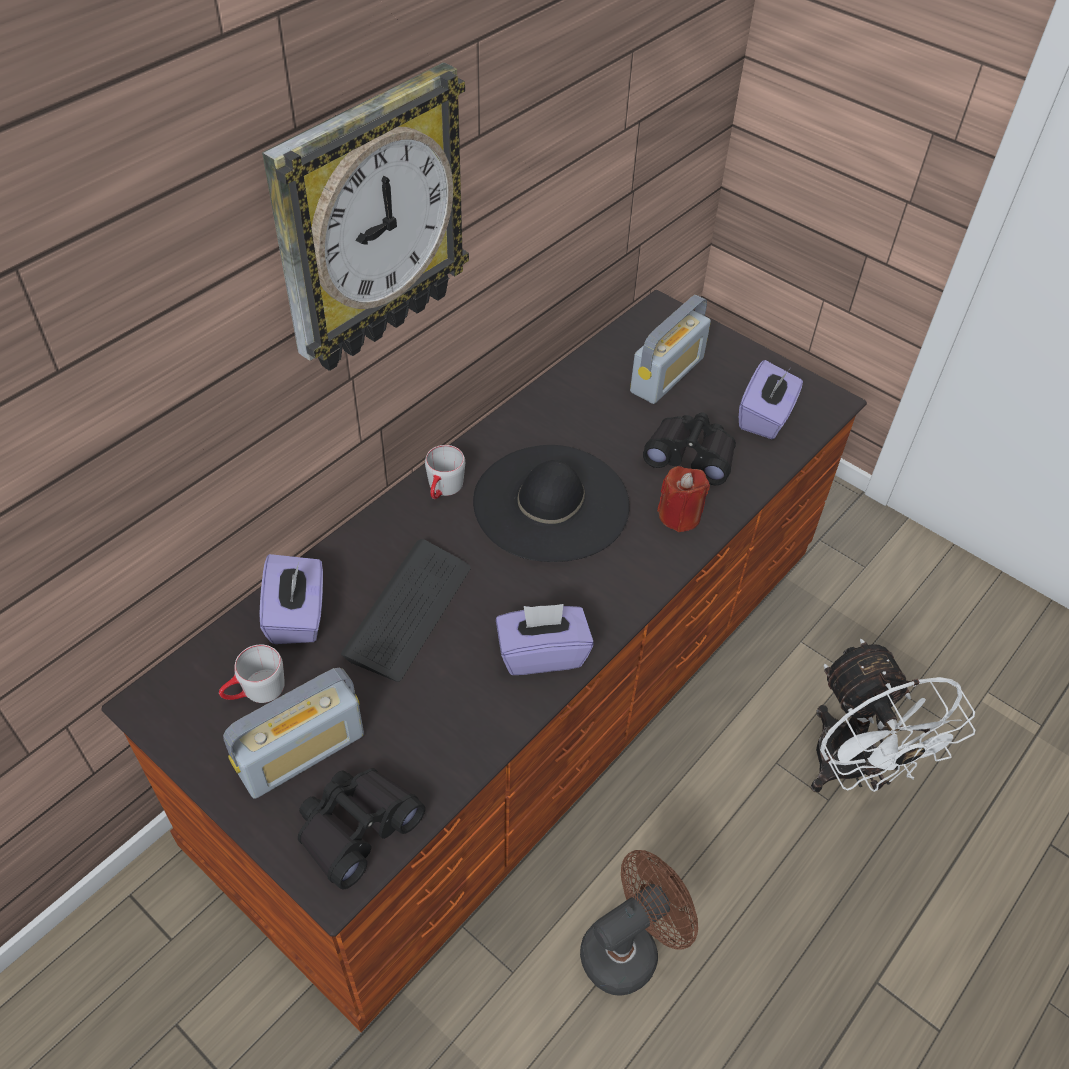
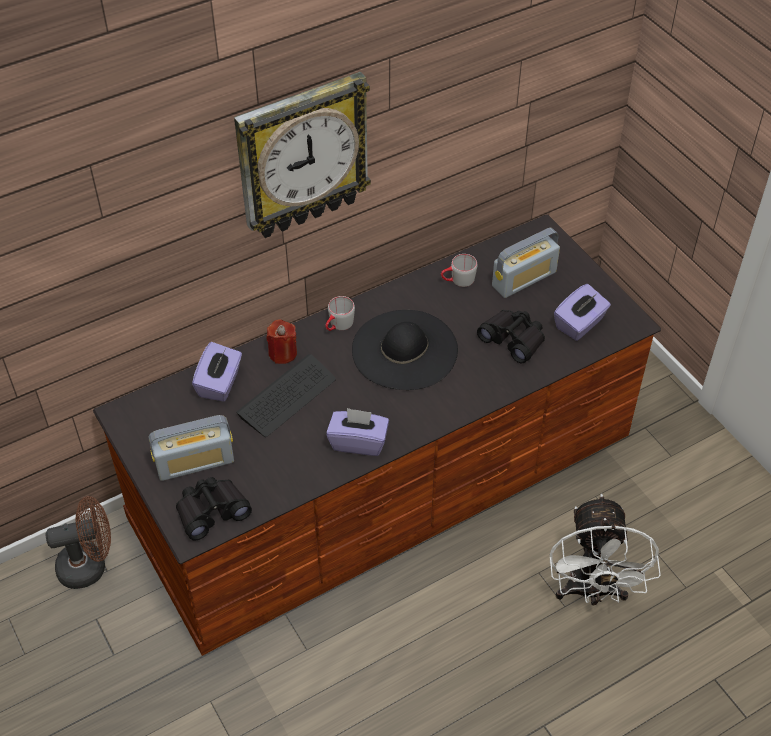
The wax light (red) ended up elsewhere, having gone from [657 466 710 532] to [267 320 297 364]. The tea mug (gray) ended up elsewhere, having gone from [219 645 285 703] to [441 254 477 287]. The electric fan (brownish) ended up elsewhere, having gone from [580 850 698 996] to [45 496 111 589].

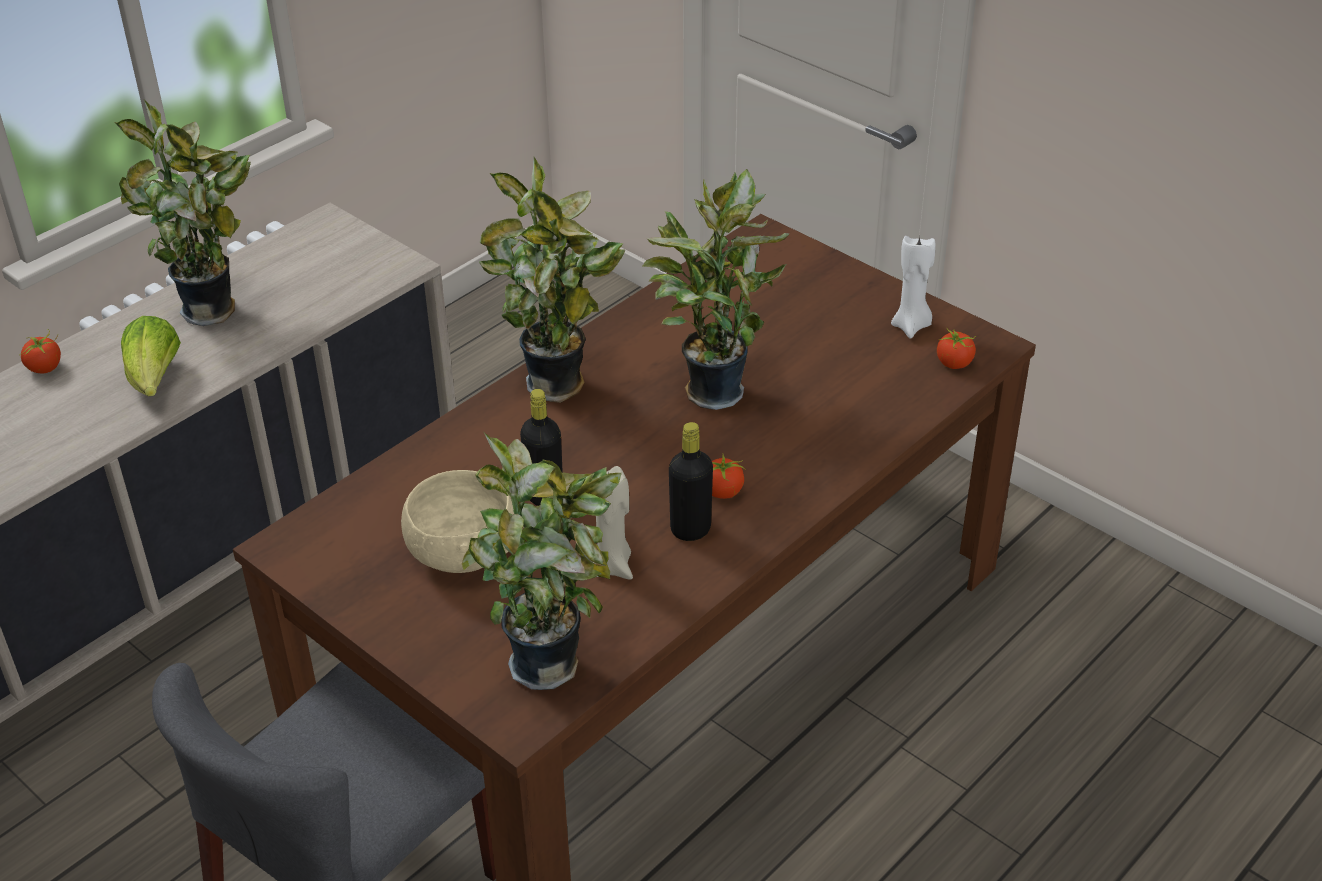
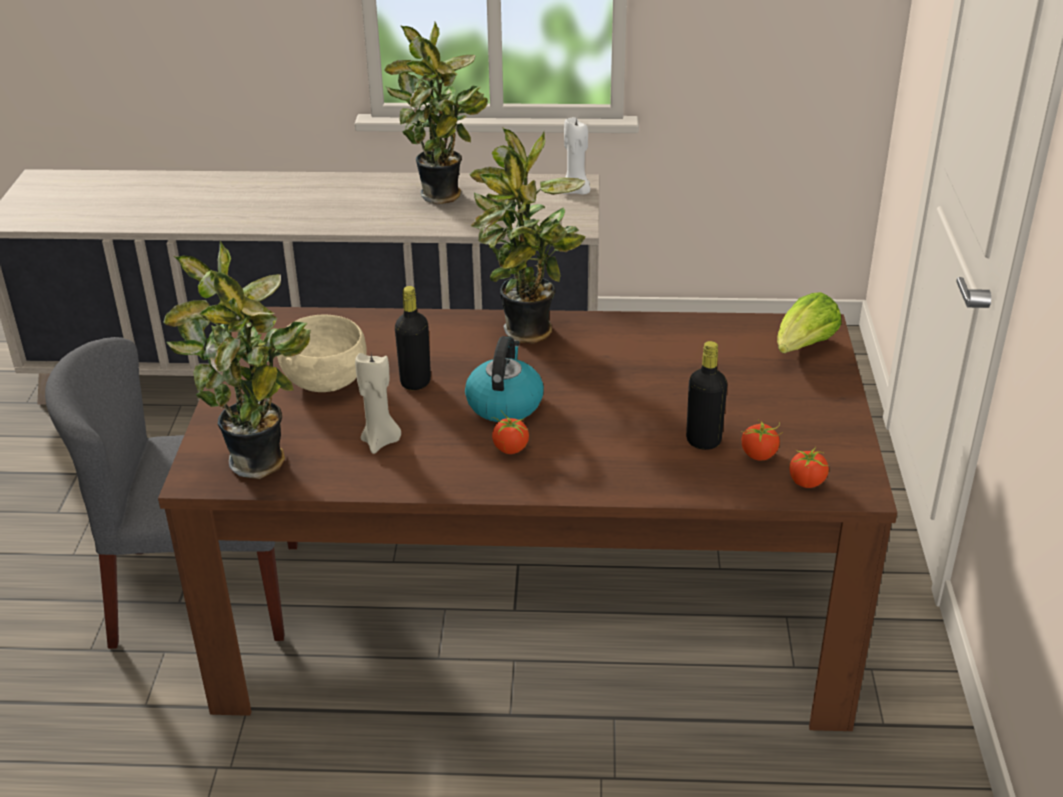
The second view lost the houseplant at [643 169 790 410]. The wax light (white) ended up elsewhere, having gone from [891 236 936 338] to [561 117 590 195]. The lettuce ended up elsewhere, having gone from [121 316 181 396] to [777 292 841 354]. The tomato ended up elsewhere, having gone from [19 329 61 374] to [741 421 783 461]. The drink bottle (blackish) ended up elsewhere, having gone from [669 422 713 541] to [686 341 727 450]. The second view gained the kettle at [465 336 544 422].

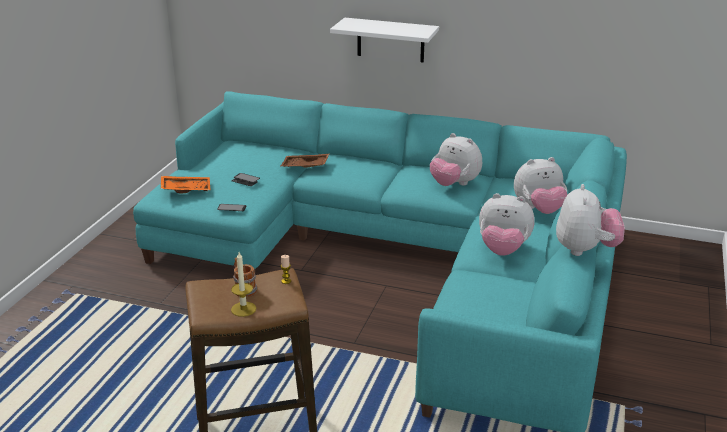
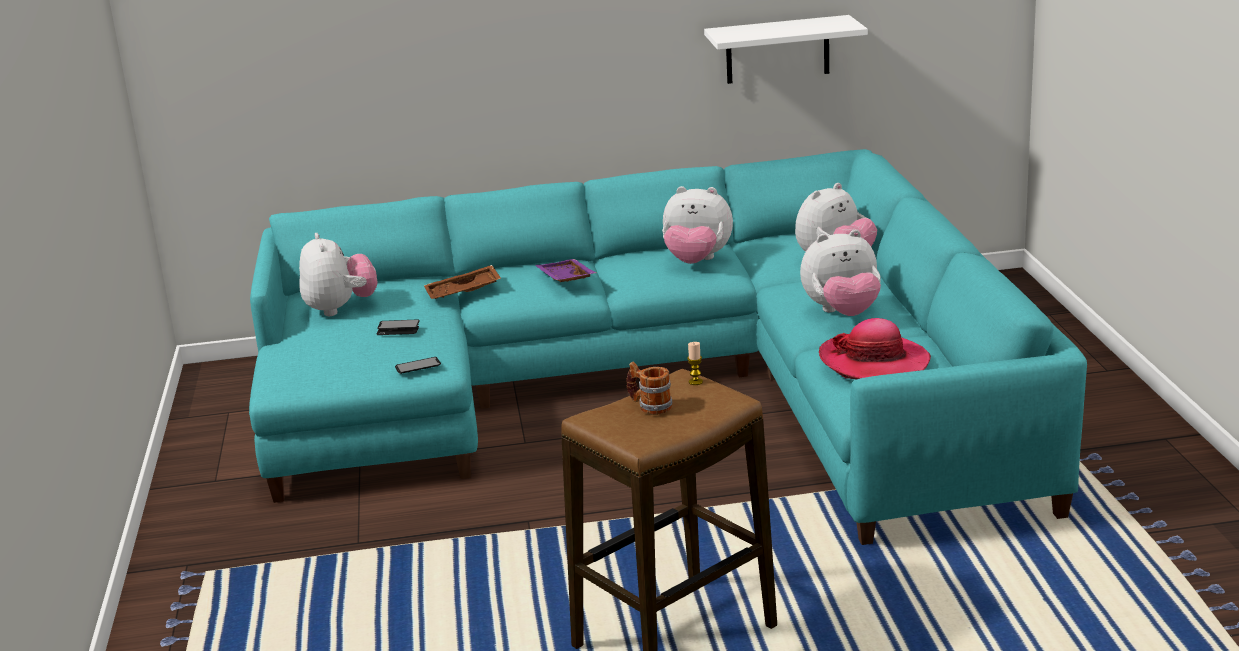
The shelf (white) ended up elsewhere, having gone from [330 18 439 63] to [704 15 868 84]. The second view lost the carrying tray (orange) at [161 176 211 193]. The soft toy ended up elsewhere, having gone from [556 184 625 256] to [299 233 378 316]. The second view lost the wax light at [231 252 256 317]. The second view gained the carrying tray (purplish) at [535 259 596 282]. The second view gained the wearable hat at [819 318 931 380].

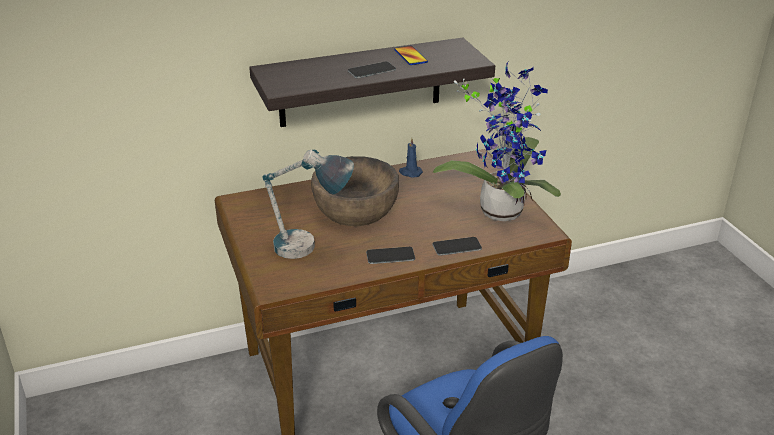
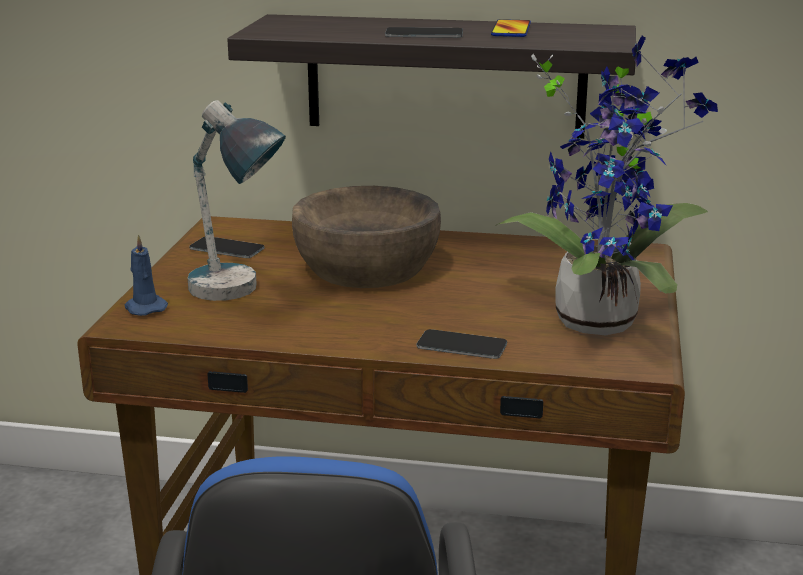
The wax light (blue) ended up elsewhere, having gone from [399 138 423 178] to [125 234 168 316]. The handset ended up elsewhere, having gone from [366 247 415 264] to [190 237 264 258].

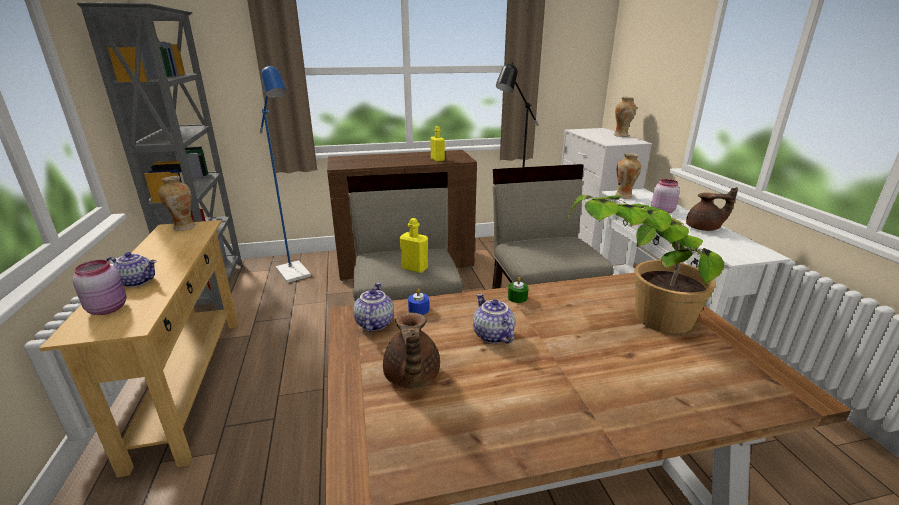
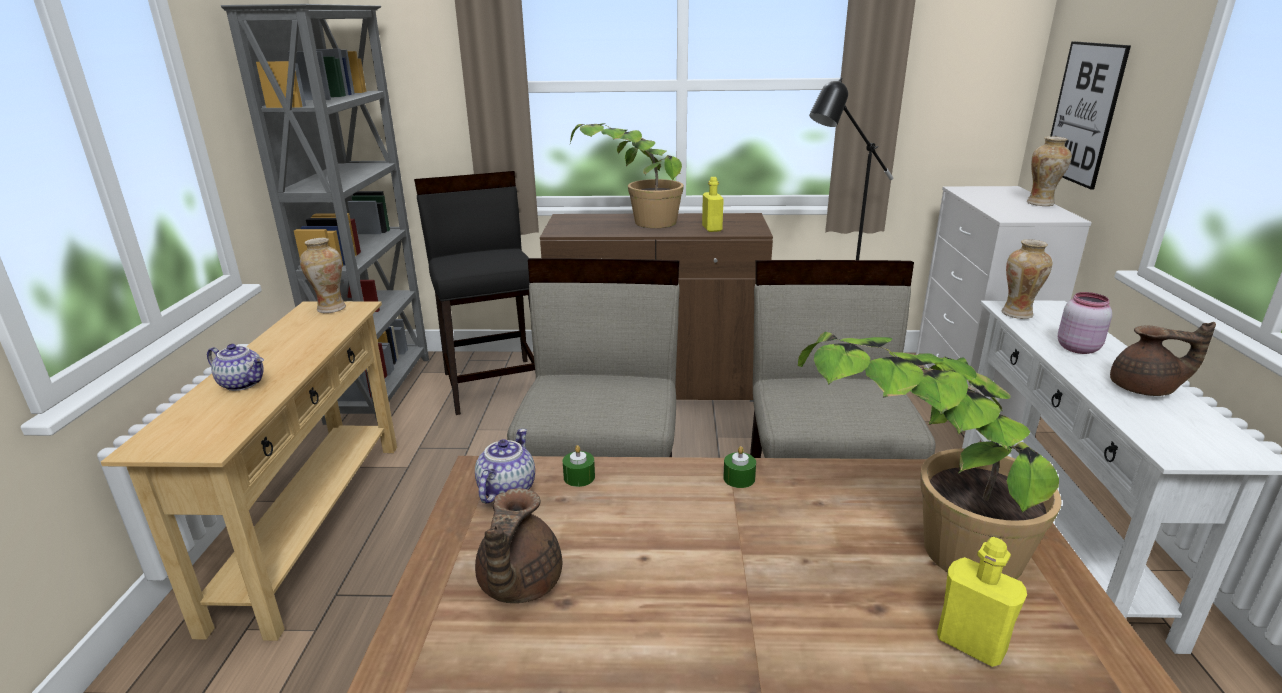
Where the floor lamp (blue) stood at [260 64 311 283], the stool seat (blackish) came to stand at [414 171 535 415]. The drink bottle (yellow) ended up elsewhere, having gone from [400 218 428 273] to [937 537 1027 667]. The second view lost the preserve jar (pink-coloured) at [73 260 127 315]. What was the wax light (blue) at [408 288 429 315] turned into the wax light (green) at [563 445 595 487]. The second view lost the tea pot at [473 294 515 344]. The second view gained the picture at [1050 41 1131 190]. The second view gained the houseplant at [570 123 684 228].

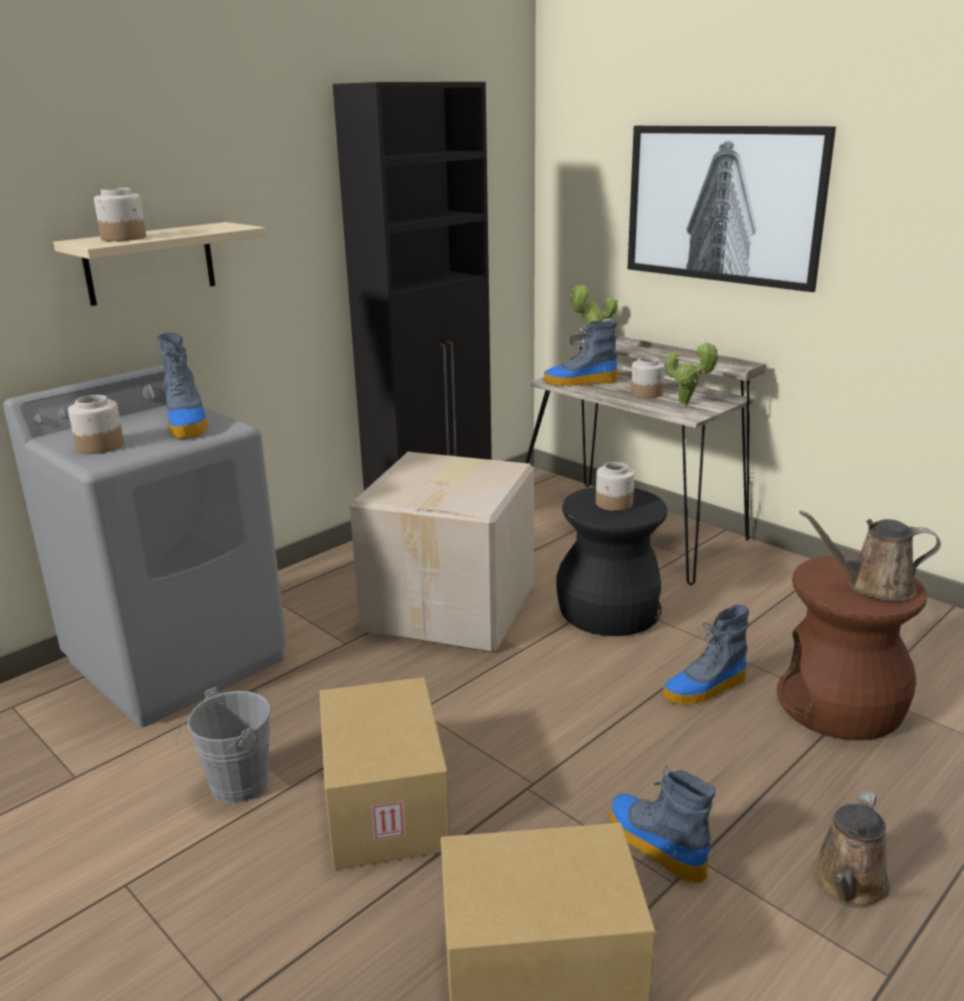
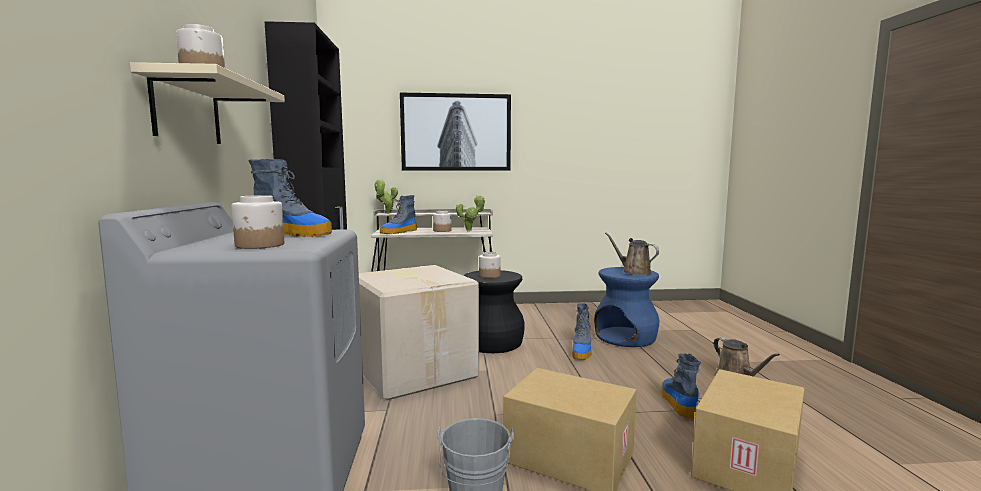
The watering can (brownish) at [799 510 941 601] ended up facing another way, 90 degrees clockwise from before. What was the stool seat (brownish) at [776 556 927 740] turned into the stool seat (blue) at [594 267 659 347]. The high-top boot at [610 765 716 883] ended up facing another way, 90 degrees clockwise from before.

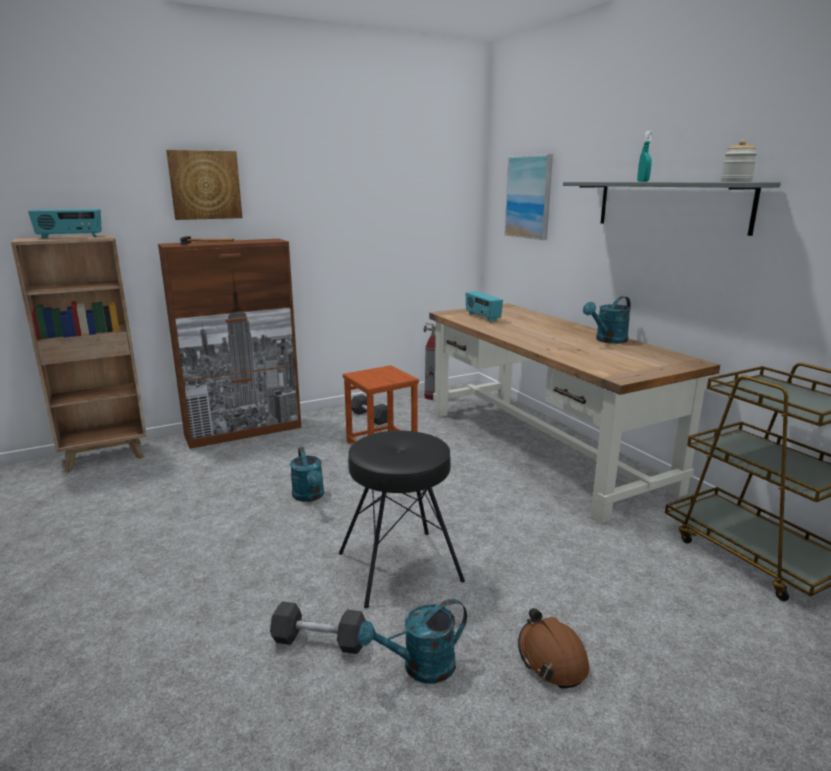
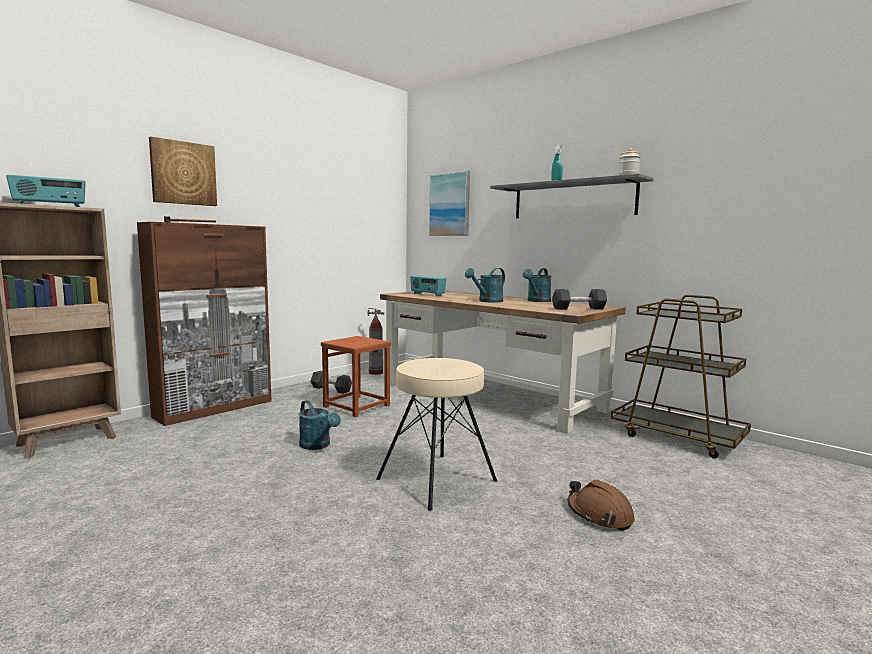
What was the stool seat (blackish) at [339 430 465 608] turned into the stool seat (sand-coloured) at [376 358 497 511]. The watering can (turquoise) ended up elsewhere, having gone from [358 599 467 683] to [465 268 505 303]. The hand weight (gray) ended up elsewhere, having gone from [270 601 366 654] to [552 289 607 310].

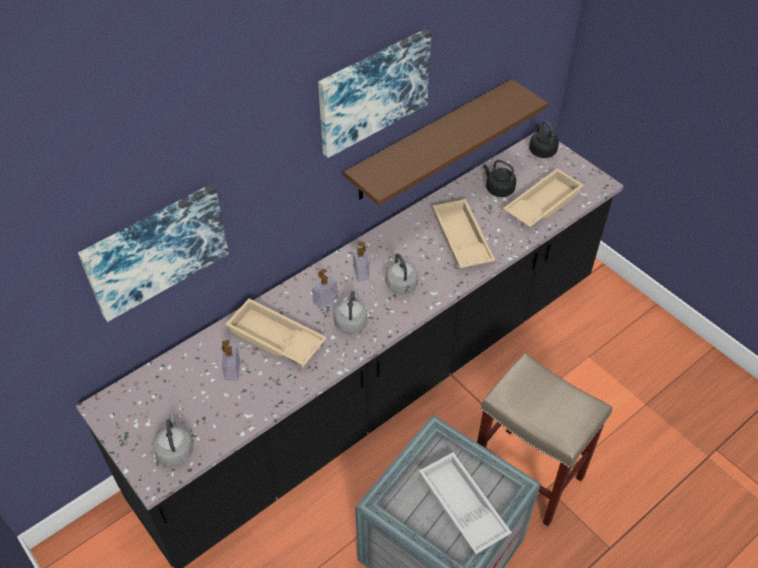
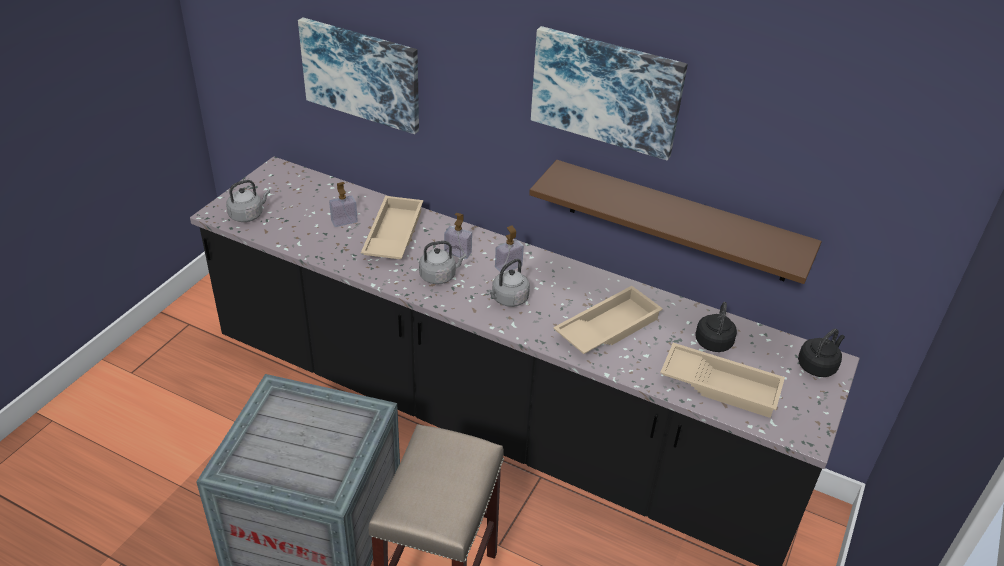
The second view lost the carrying tray (white) at [419 452 512 554].

